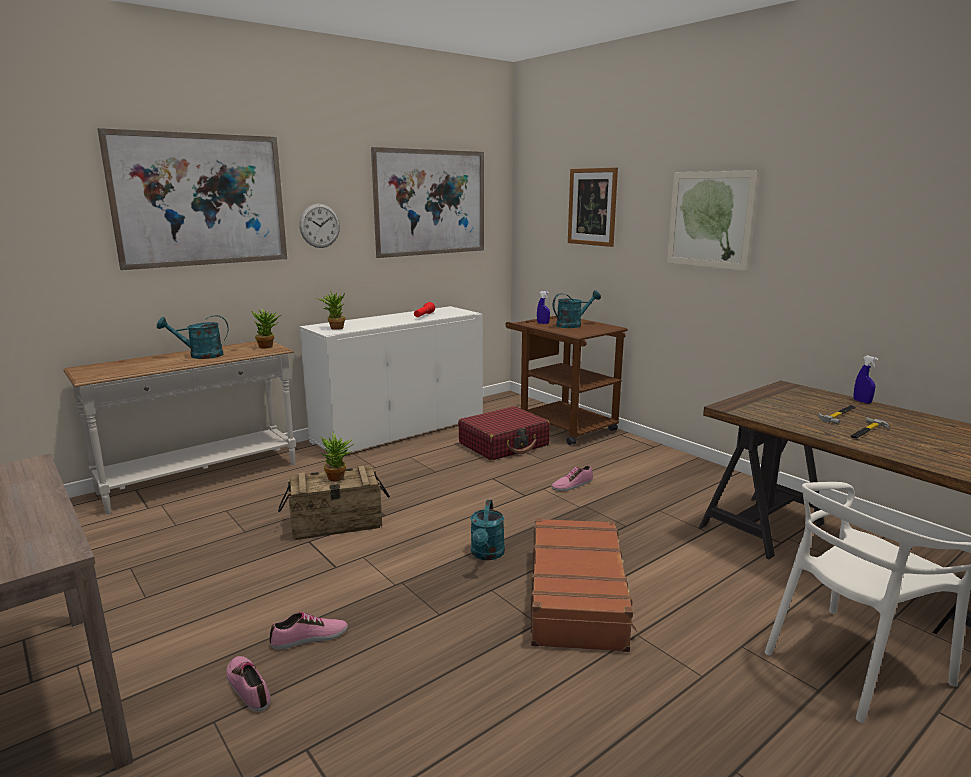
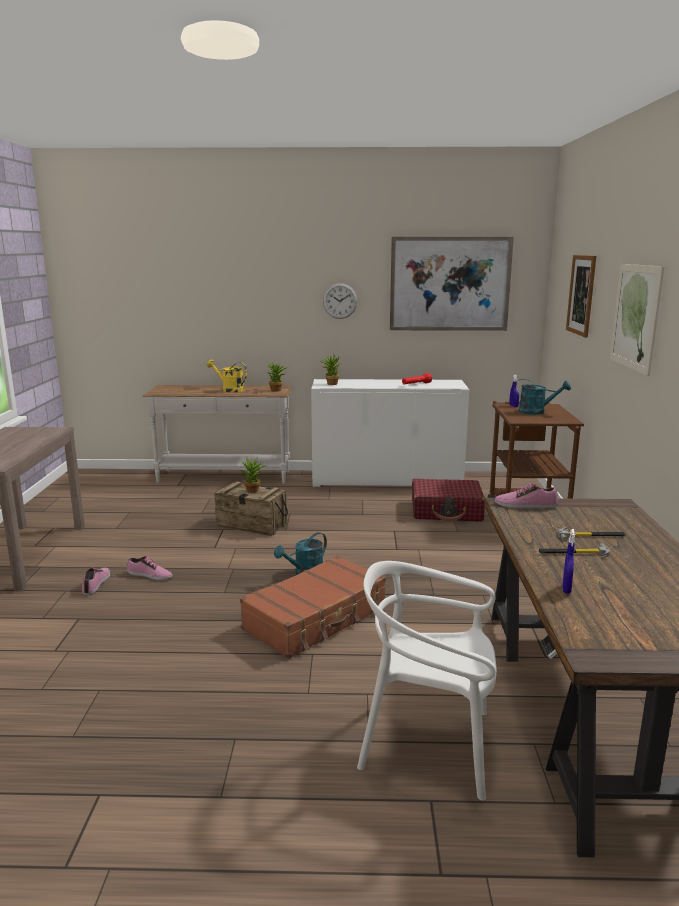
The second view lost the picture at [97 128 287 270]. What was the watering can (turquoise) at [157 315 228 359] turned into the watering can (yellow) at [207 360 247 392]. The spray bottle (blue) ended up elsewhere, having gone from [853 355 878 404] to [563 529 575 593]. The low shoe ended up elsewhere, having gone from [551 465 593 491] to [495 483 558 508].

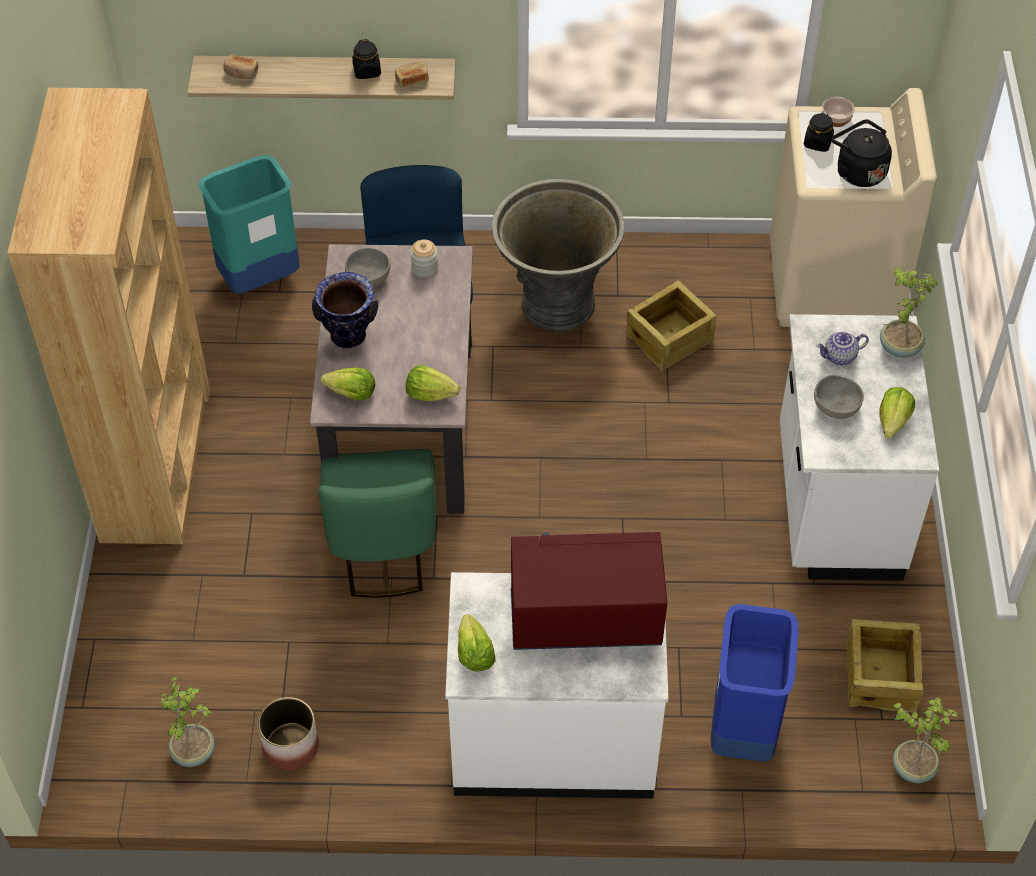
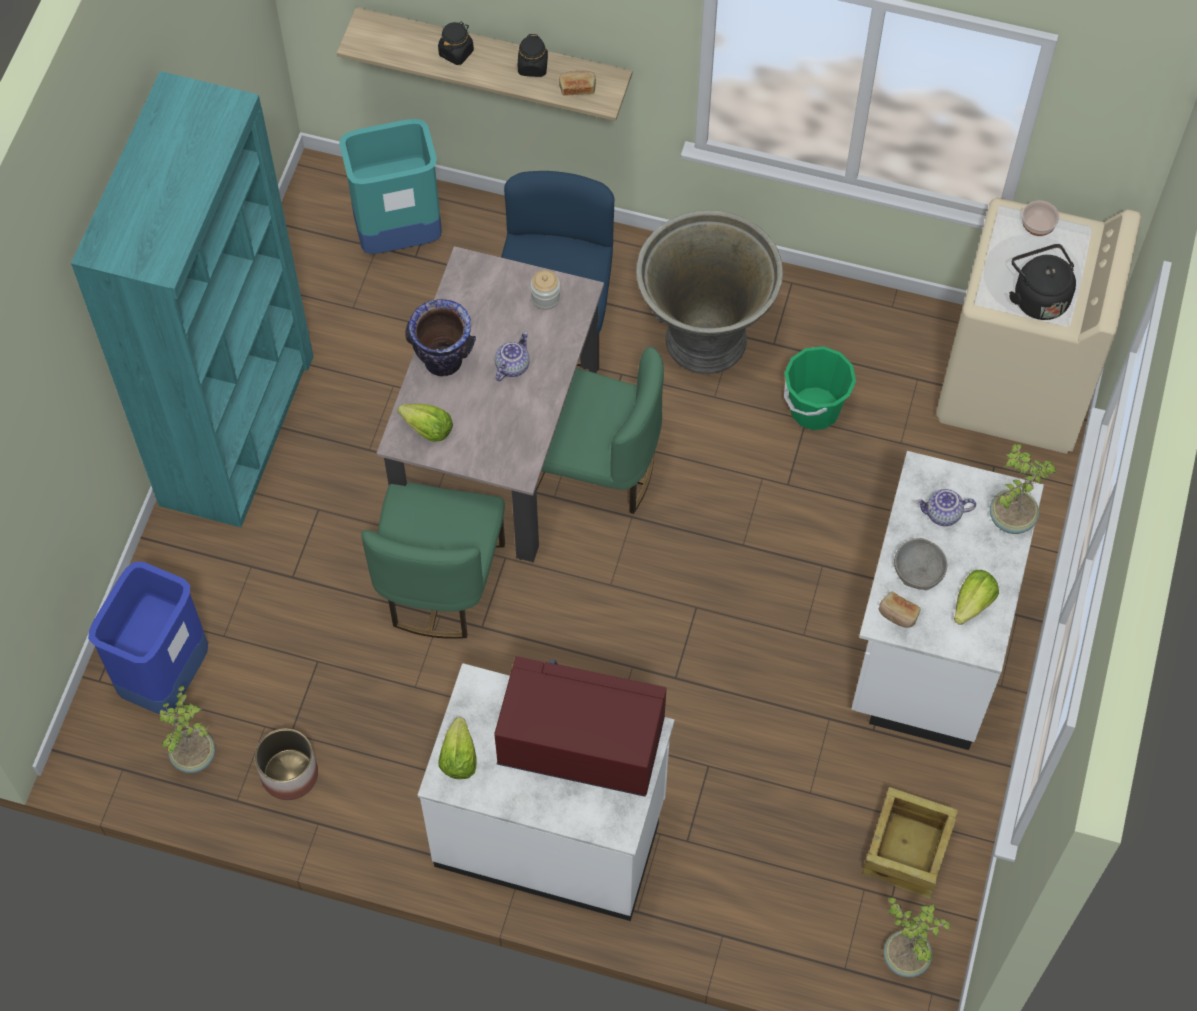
The bread ended up elsewhere, having gone from [224 55 258 79] to [879 592 921 628]. What was the bookshelf (brownish) at [7 88 210 544] turned into the bookshelf (turquoise) at [71 71 314 527]. The preserve jar (blackish) ended up elsewhere, having gone from [804 113 834 152] to [438 22 474 65]. The second view lost the deep dish (gray) at [345 248 391 287]. Where the shipping crate stood at [627 280 717 372], the pail (green) came to stand at [784 346 856 430]. The second view lost the lettuce at [406 365 460 401]. The waste bin (blue) ended up elsewhere, having gone from [711 604 799 762] to [88 562 208 715]. The second view gained the tea pot at [495 332 530 381]. The second view gained the plain chair (green) at [536 347 664 514].

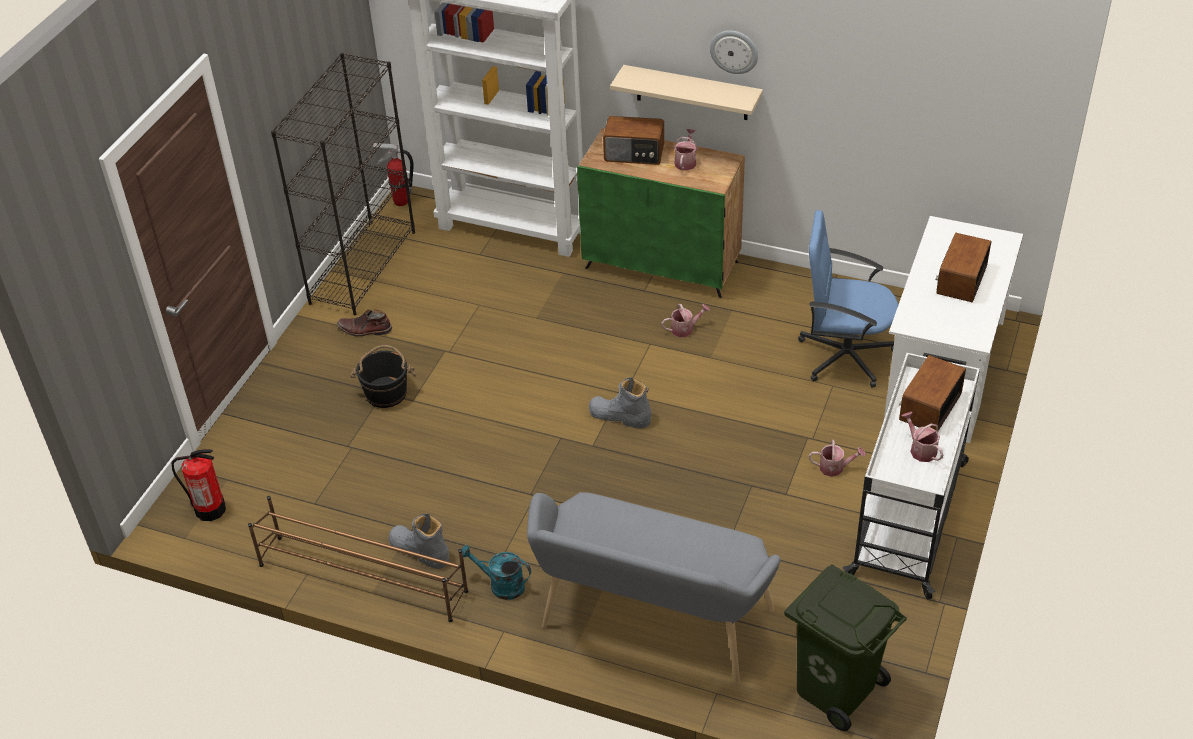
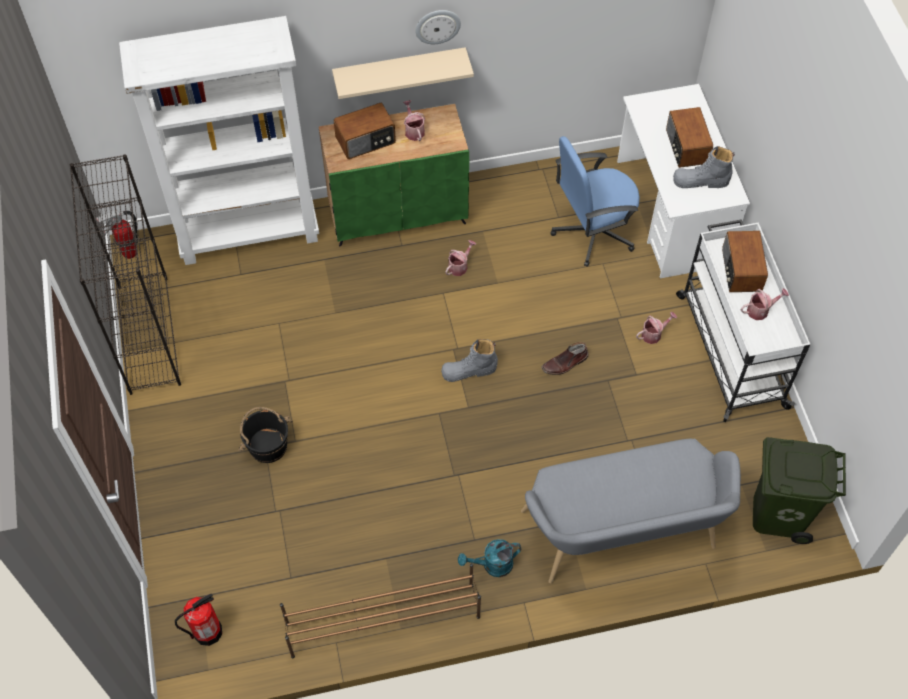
The high-top boot (brownish) ended up elsewhere, having gone from [337 309 392 336] to [541 342 588 375]. The watering can at [902 412 943 462] ended up facing another way, 135 degrees clockwise from before. The high-top boot (gray) ended up elsewhere, having gone from [389 514 449 569] to [673 146 735 188].

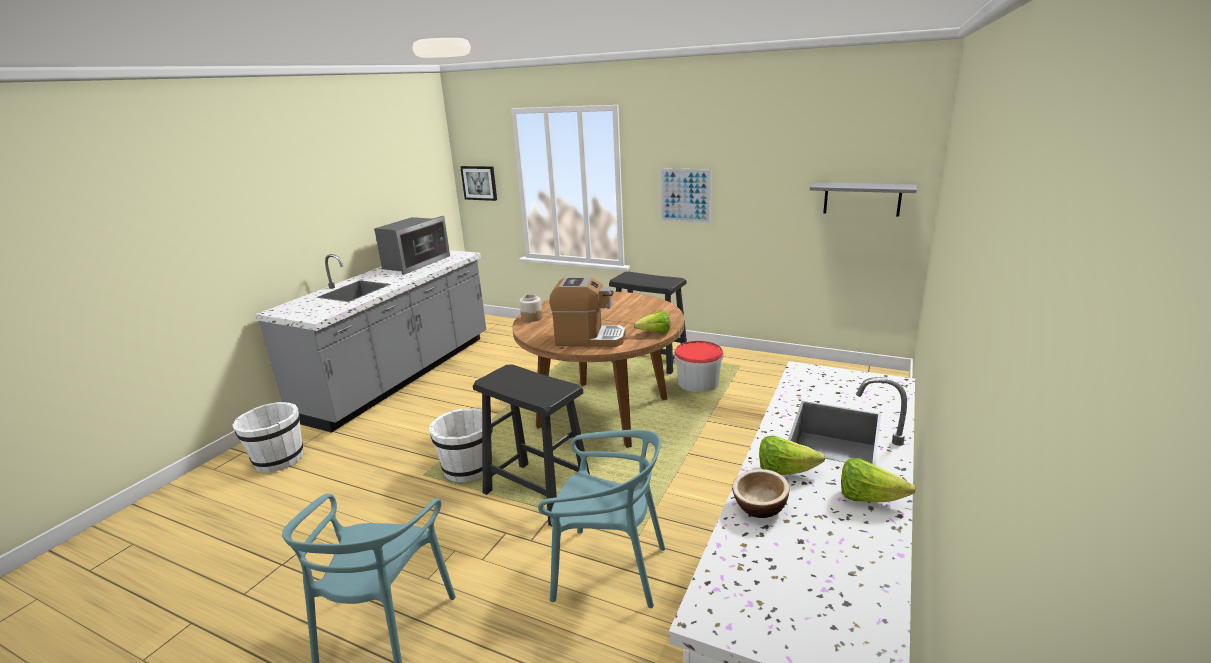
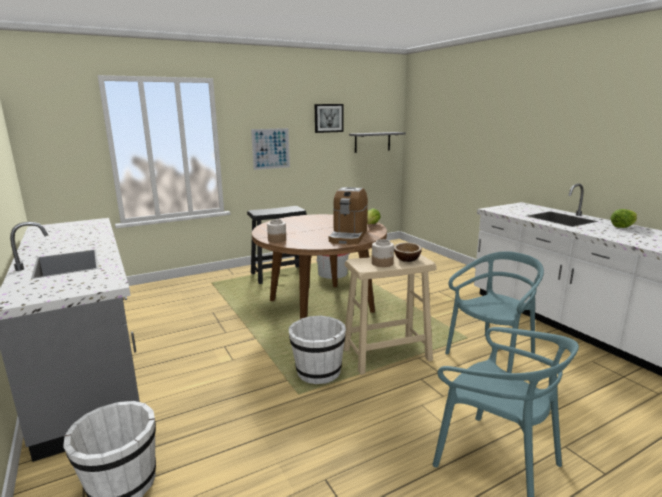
The picture ended up elsewhere, having gone from [460 166 497 201] to [315 104 343 133]. The second view lost the kitchen microwave at [374 216 450 275]. The coffee brewer at [549 278 626 347] ended up facing another way, 150 degrees clockwise from before. What was the stool seat (blackish) at [473 364 590 527] turned into the stool seat (sand-coloured) at [344 254 437 375]. The second view lost the lettuce at [759 435 826 475]. The deep dish ended up elsewhere, having gone from [732 469 789 518] to [394 242 422 262]. The second view gained the preserve jar at [372 239 394 267].

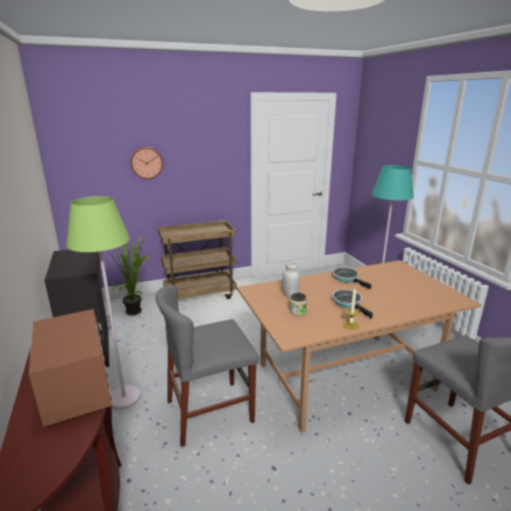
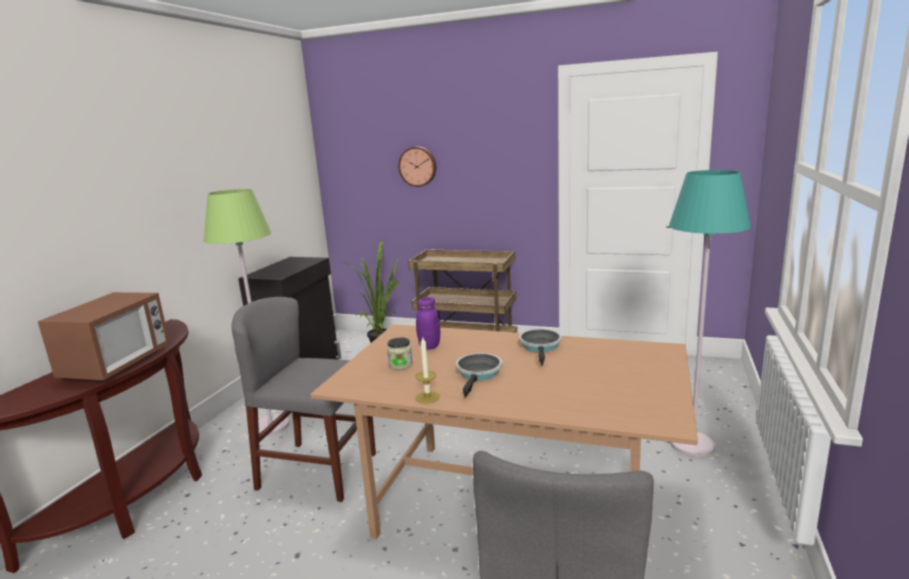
What was the preserve jar (white) at [282 262 299 298] turned into the preserve jar (purplish) at [416 297 440 350].

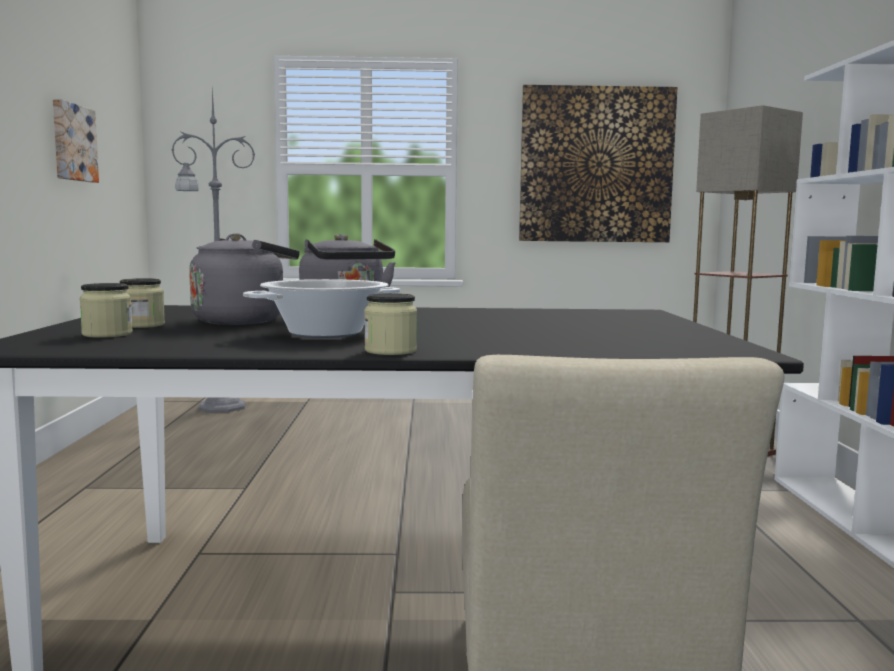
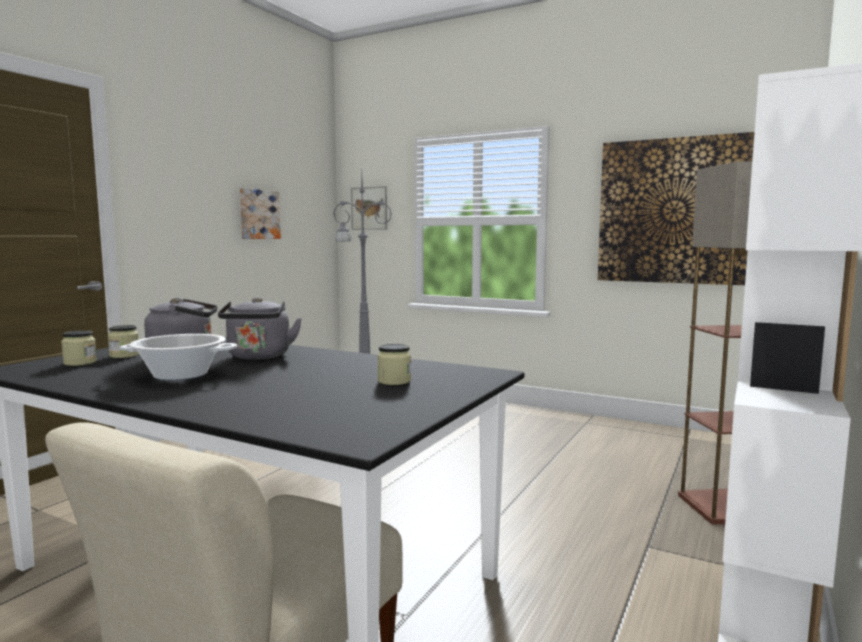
The preserve jar ended up elsewhere, having gone from [364 293 417 355] to [377 344 411 385]. The second view gained the picture at [351 186 387 230].

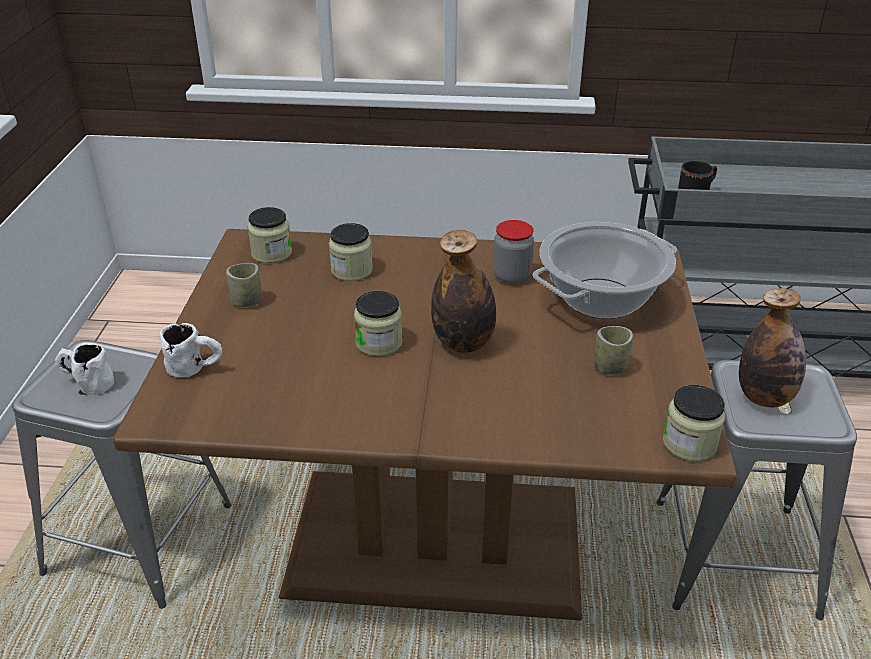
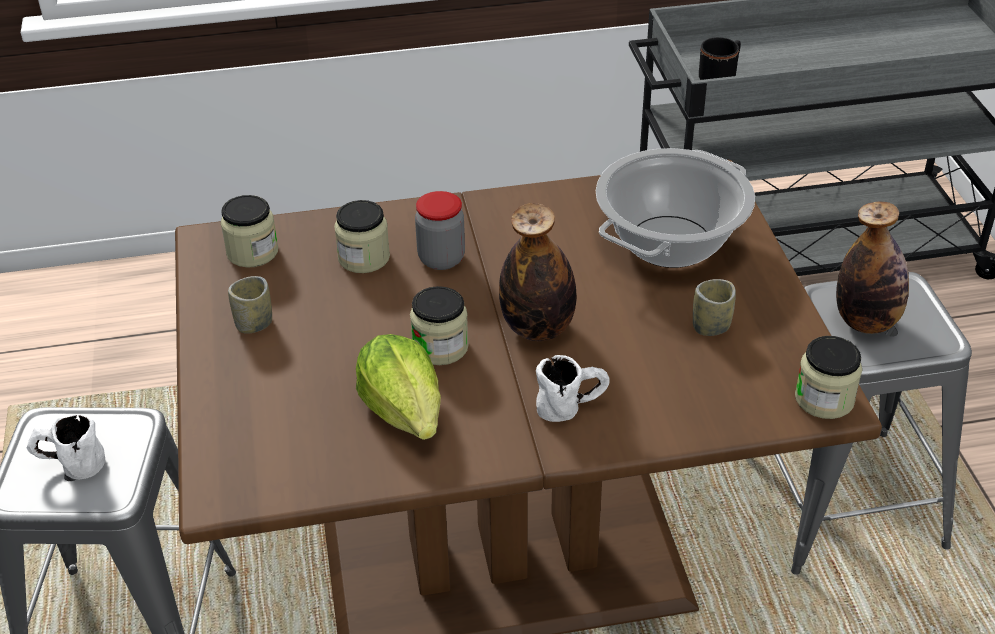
The preserve jar ended up elsewhere, having gone from [493 220 534 284] to [415 191 465 270]. The tea mug (white) ended up elsewhere, having gone from [159 323 223 377] to [536 355 610 422]. The second view gained the lettuce at [356 334 441 440].

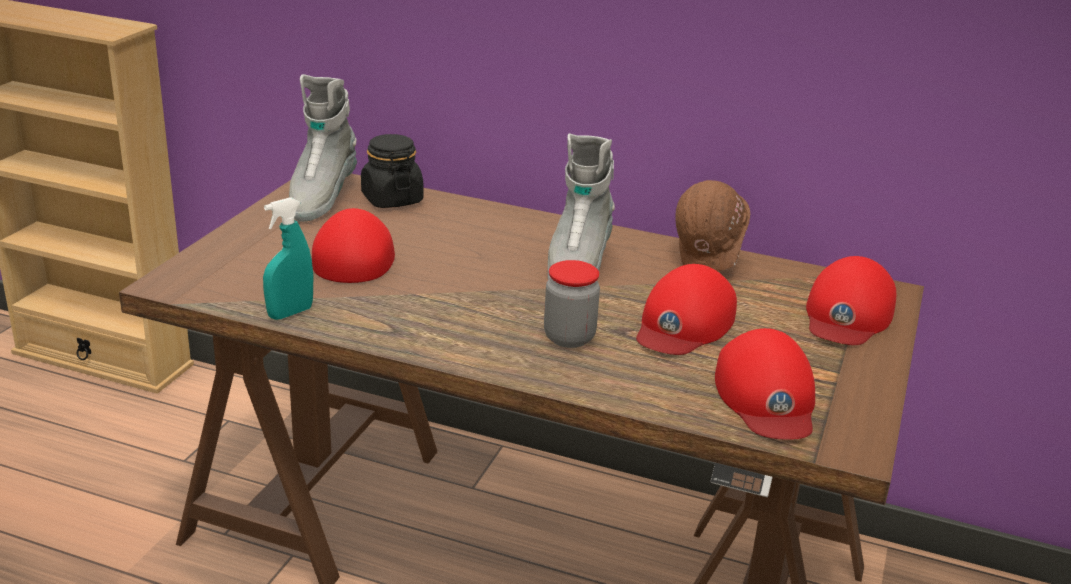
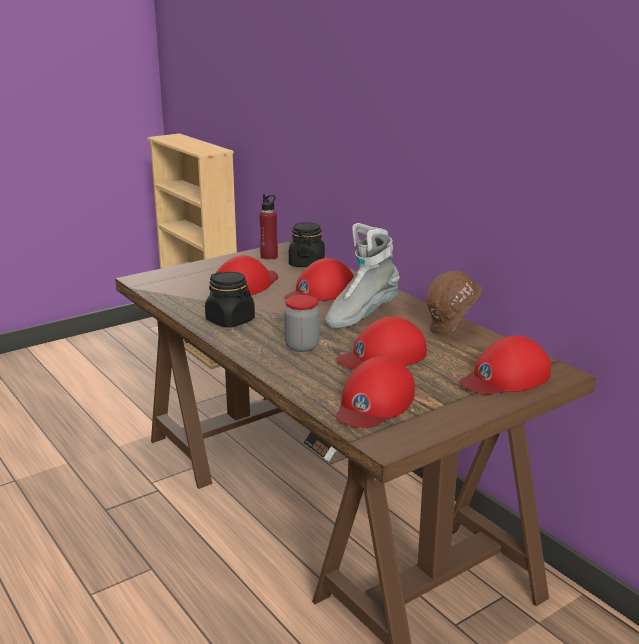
Where the high-top boot (gray) stood at [289 74 357 222], the drink bottle (red) came to stand at [259 194 278 260]. The second view lost the spray bottle (turquoise) at [263 197 313 320]. The second view gained the cap (red) at [285 258 354 301]. The second view gained the preserve jar (blackish) at [205 272 255 328].

